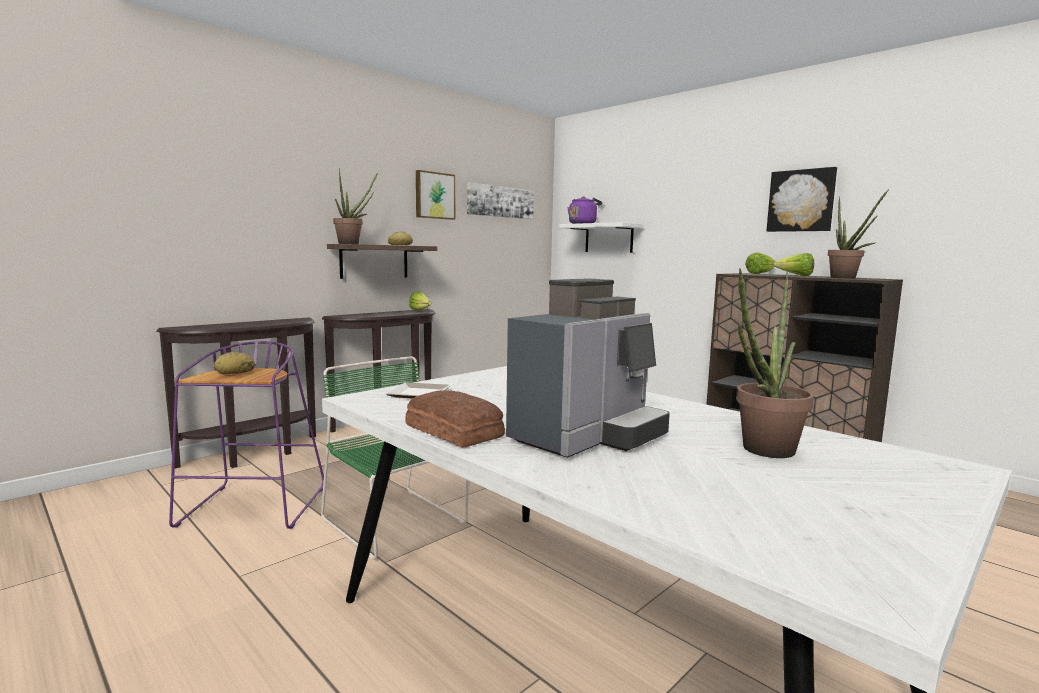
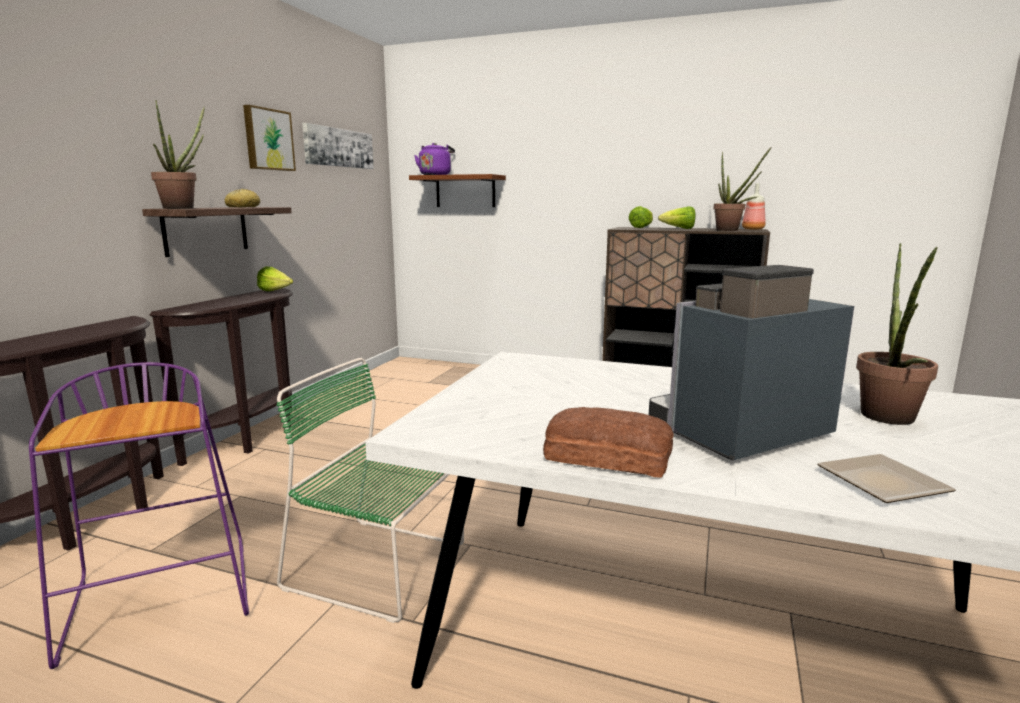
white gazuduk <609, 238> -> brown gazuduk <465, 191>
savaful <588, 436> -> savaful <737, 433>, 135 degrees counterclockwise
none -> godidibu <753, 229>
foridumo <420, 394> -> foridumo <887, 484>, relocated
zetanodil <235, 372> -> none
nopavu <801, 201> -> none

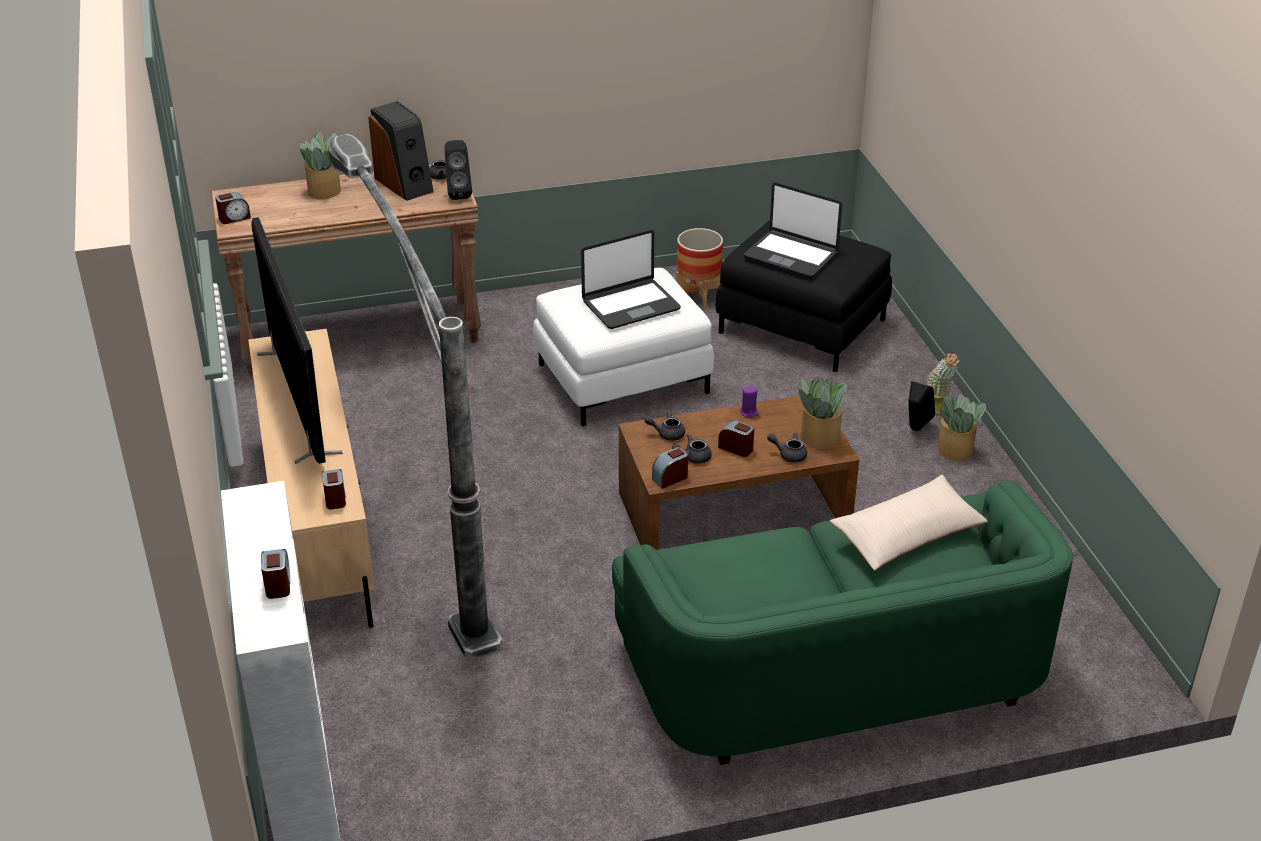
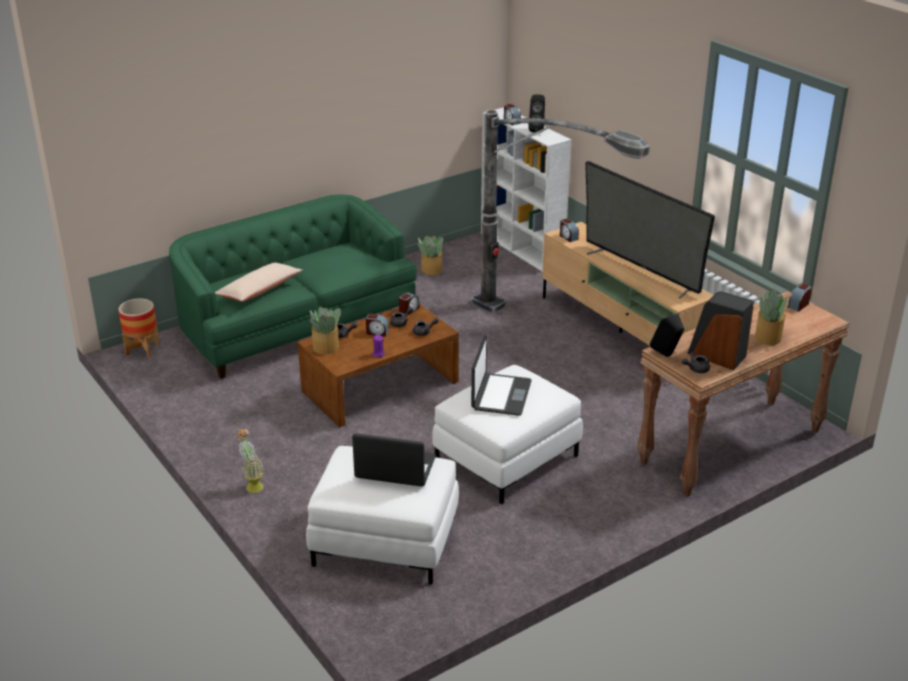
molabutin <698, 296> -> molabutin <143, 349>, relocated
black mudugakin <802, 326> -> white mudugakin <385, 541>
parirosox <955, 450> -> parirosox <431, 270>, relocated
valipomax <630, 305> -> valipomax <500, 395>, 150 degrees clockwise
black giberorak <915, 429> -> black giberorak <536, 130>, relocated

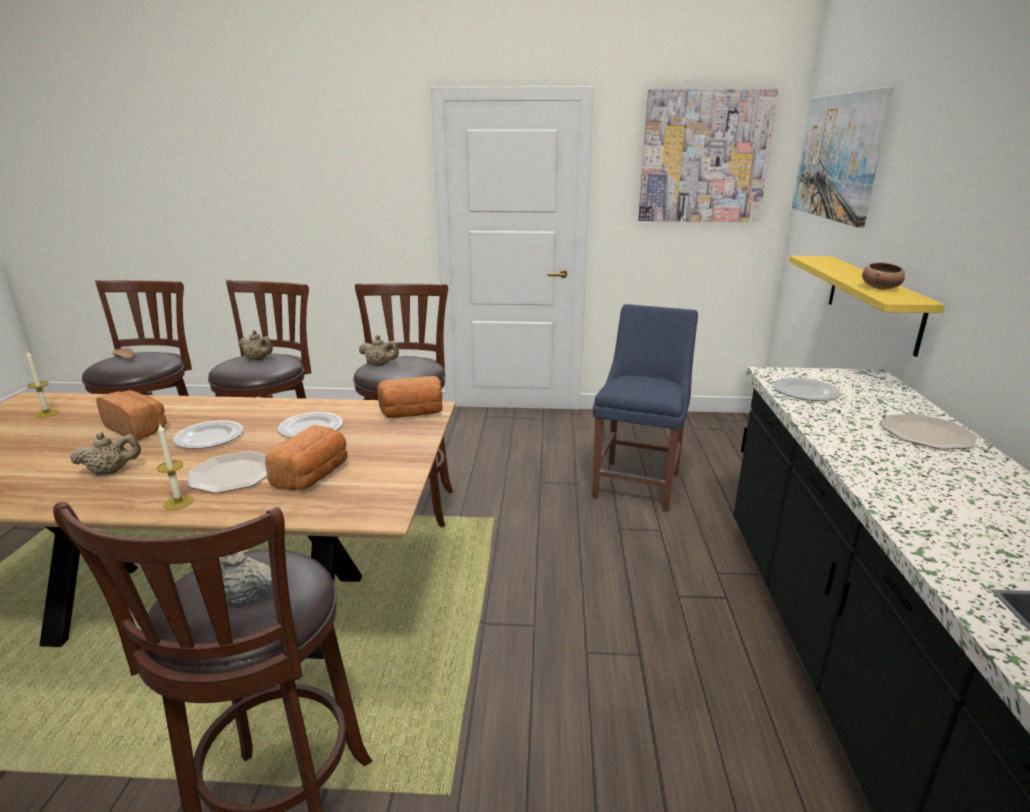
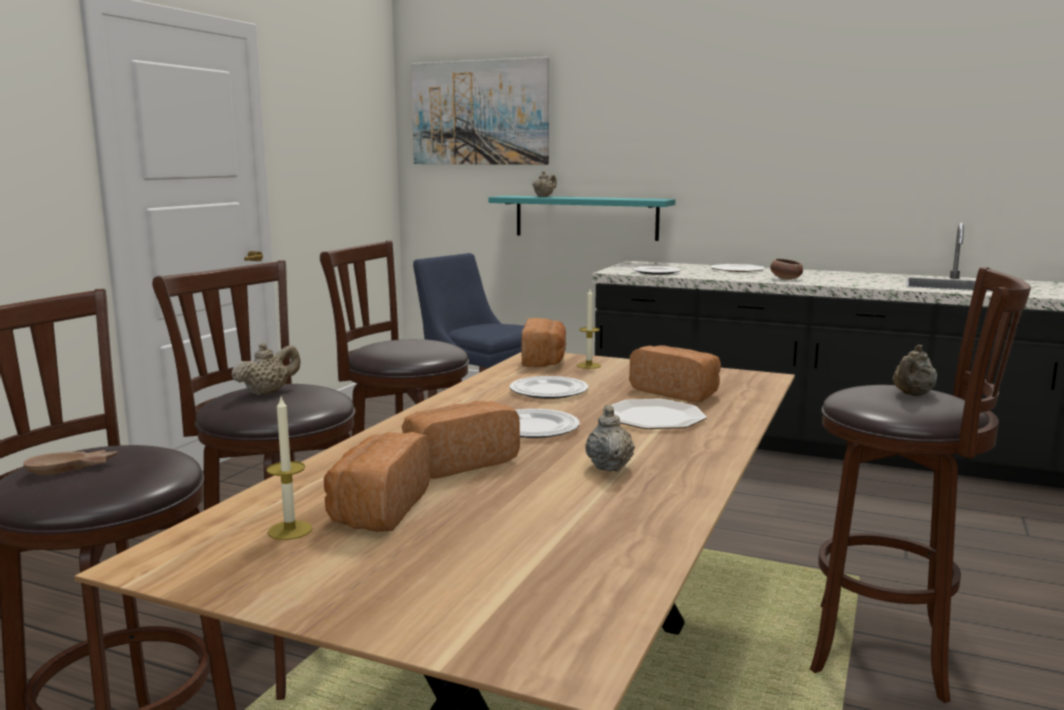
none -> zetanodil <378, 509>
yellow gazuduk <873, 301> -> turquoise gazuduk <586, 217>
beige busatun <380, 365> -> beige busatun <544, 196>, relocated
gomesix <178, 502> -> gomesix <588, 365>, relocated
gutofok <880, 288> -> gutofok <785, 279>, relocated
nopavu <704, 157> -> none

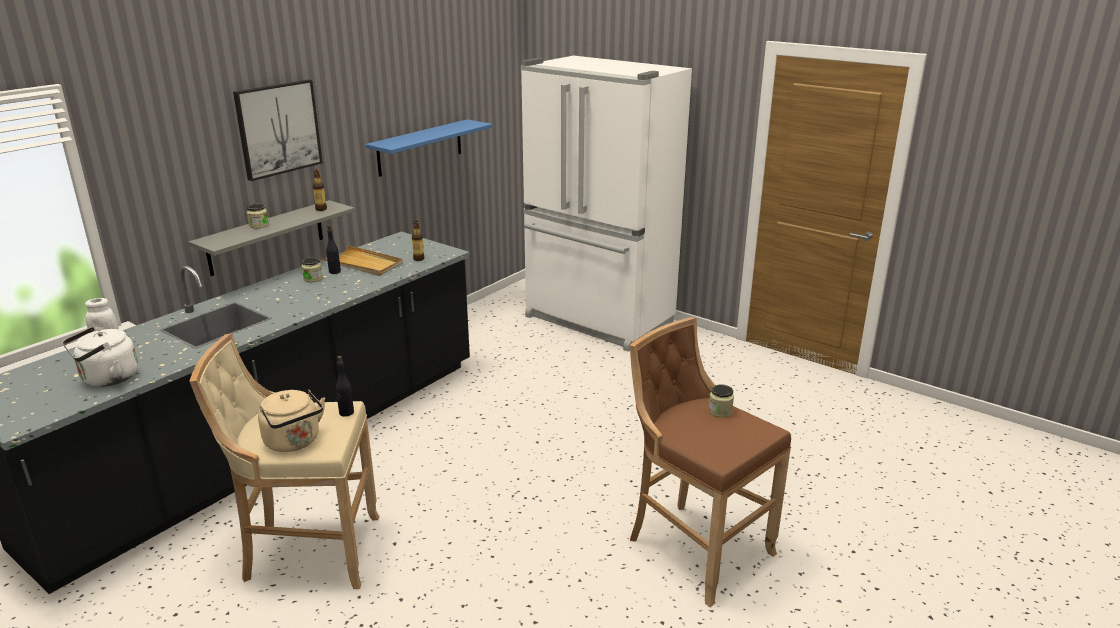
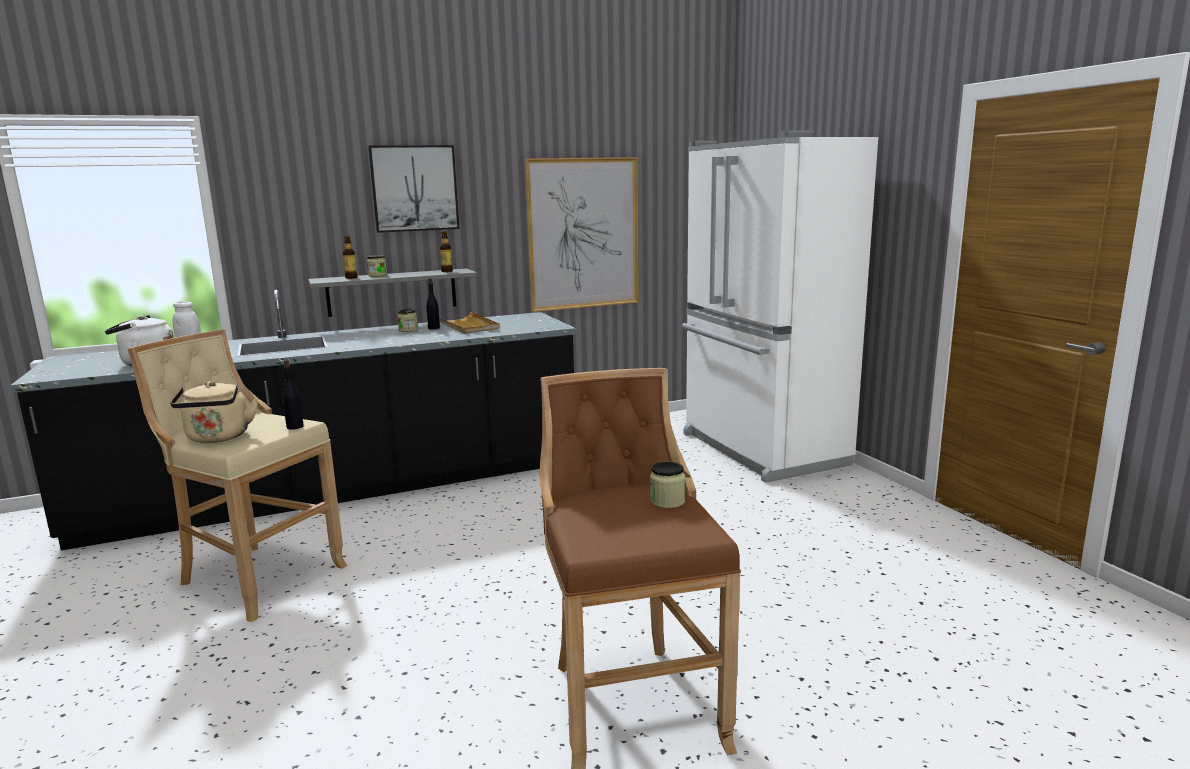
godidibu <418, 259> -> godidibu <351, 278>, relocated
blue gazuduk <420, 147> -> nopavu <583, 234>

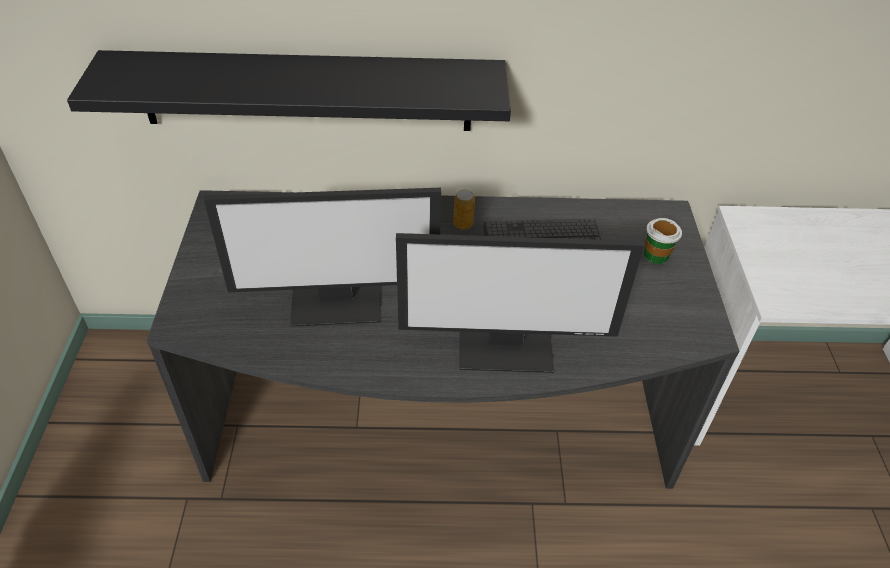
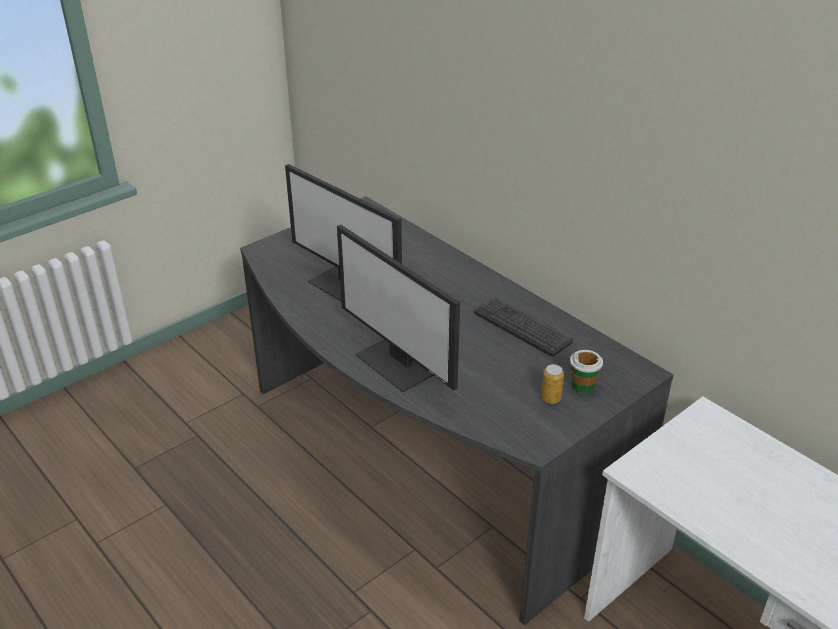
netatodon <463, 224> -> netatodon <550, 399>, relocated
black gazuduk <307, 91> -> none

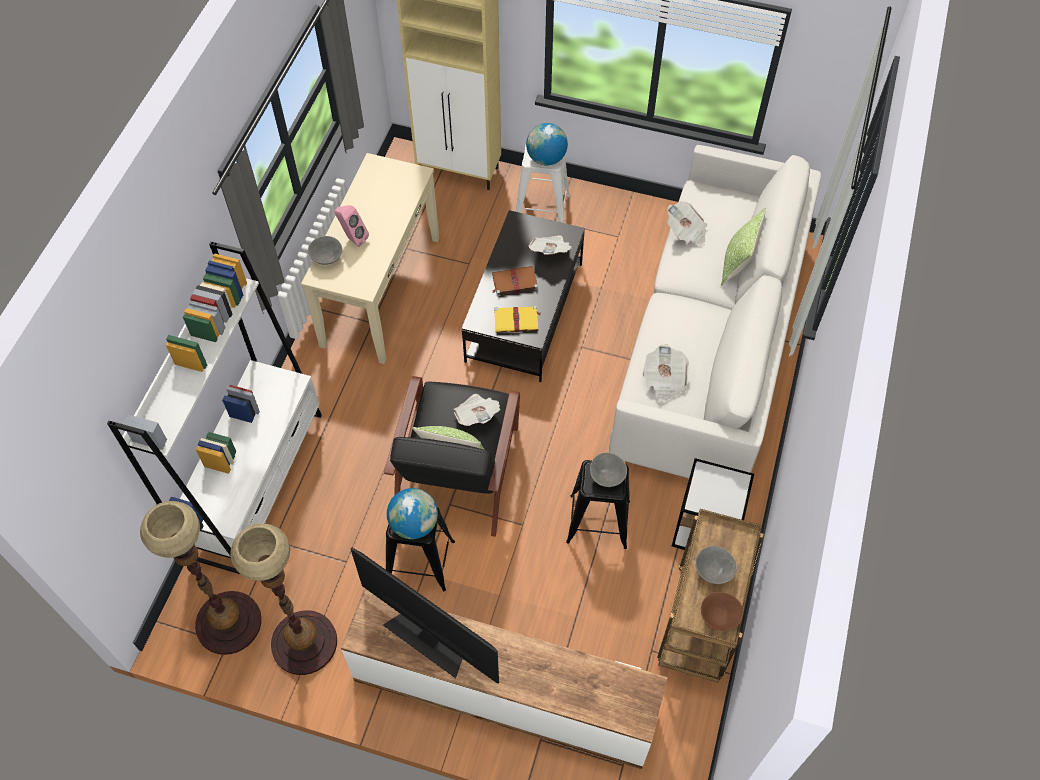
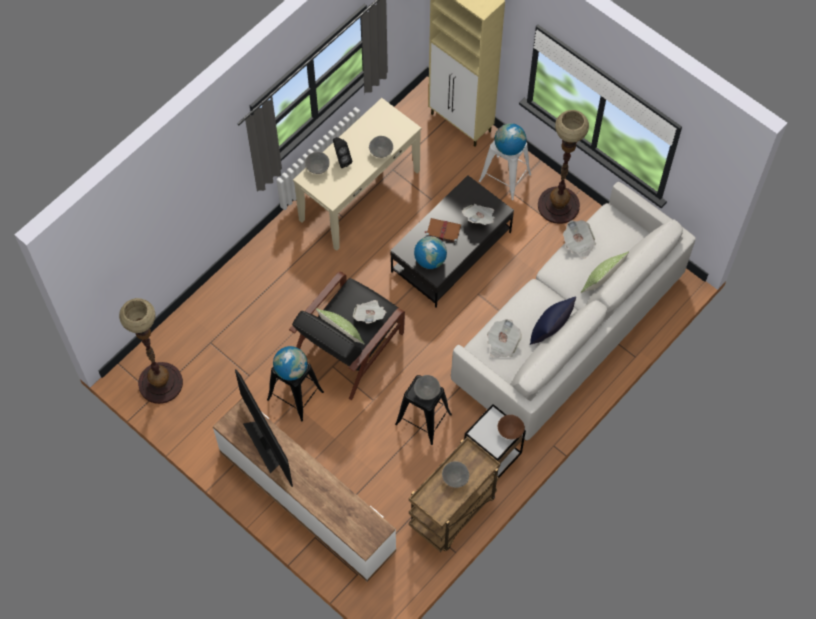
pink giberorak <353, 238> -> black giberorak <341, 160>
none -> grey gutofok <381, 151>
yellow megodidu <517, 321> -> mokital <430, 260>
brown gutofok <719, 617> -> brown gutofok <510, 431>, relocated
none -> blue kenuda <550, 331>
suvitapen <304, 642> -> suvitapen <558, 205>, relocated
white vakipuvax <259, 484> -> none

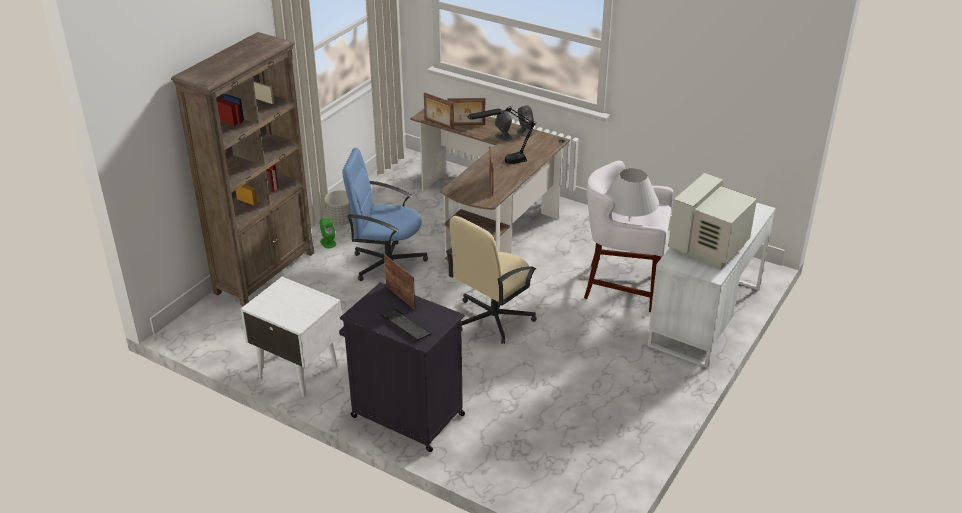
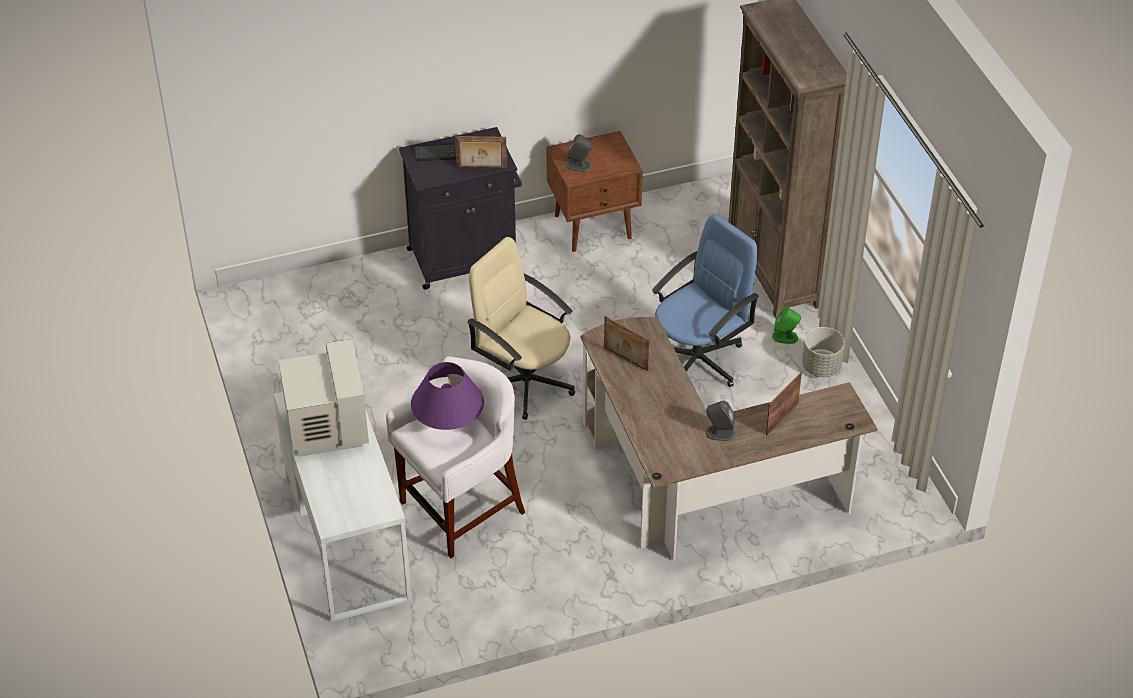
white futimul <628, 220> -> purple futimul <449, 423>
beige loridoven <492, 318> -> beige loridoven <525, 382>, 45 degrees counterclockwise
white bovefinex <298, 370> -> brown bovefinex <594, 226>
grey giberorak <524, 132> -> grey giberorak <579, 165>, relocated
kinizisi <438, 124> -> none
black futimul <502, 162> -> none

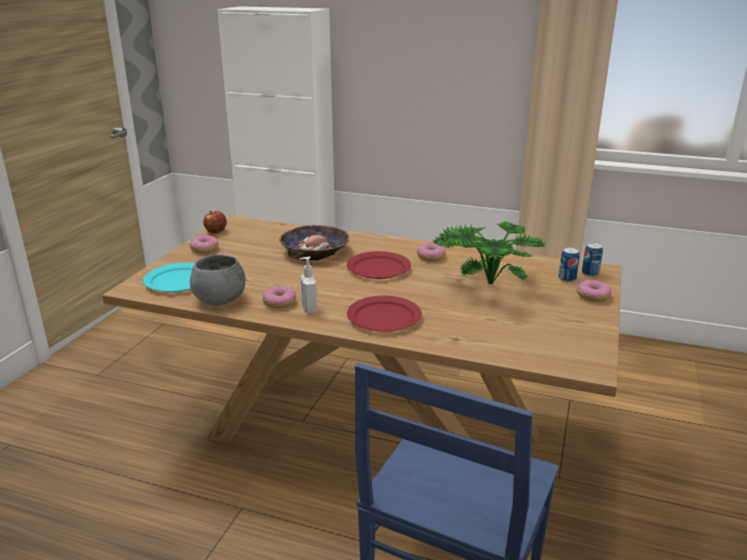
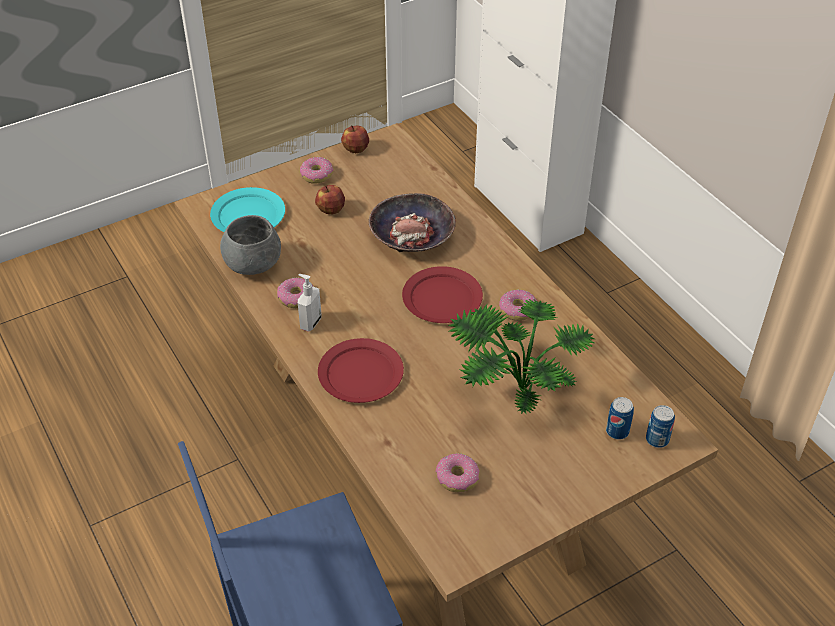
none -> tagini <331, 210>
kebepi <592, 296> -> kebepi <457, 478>, relocated

